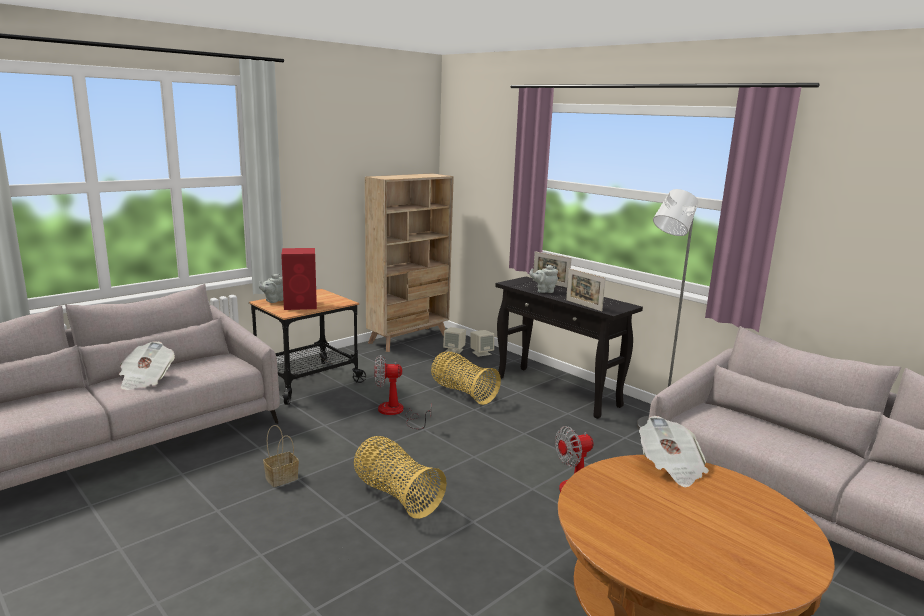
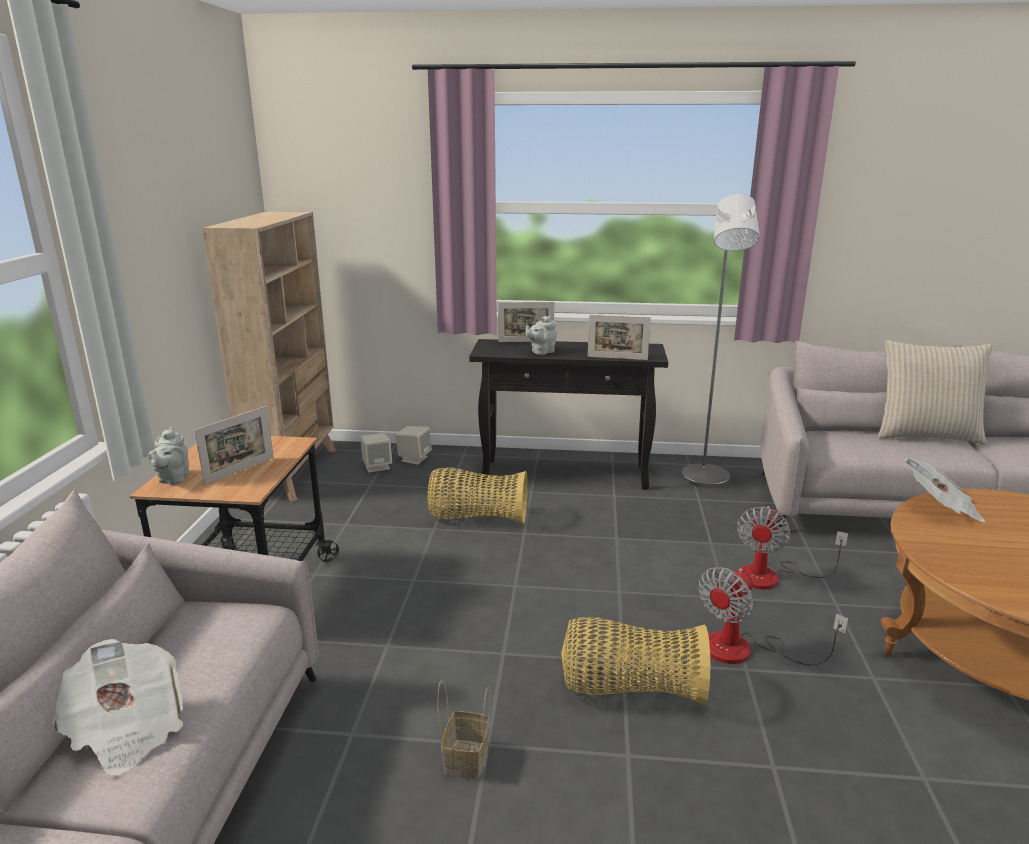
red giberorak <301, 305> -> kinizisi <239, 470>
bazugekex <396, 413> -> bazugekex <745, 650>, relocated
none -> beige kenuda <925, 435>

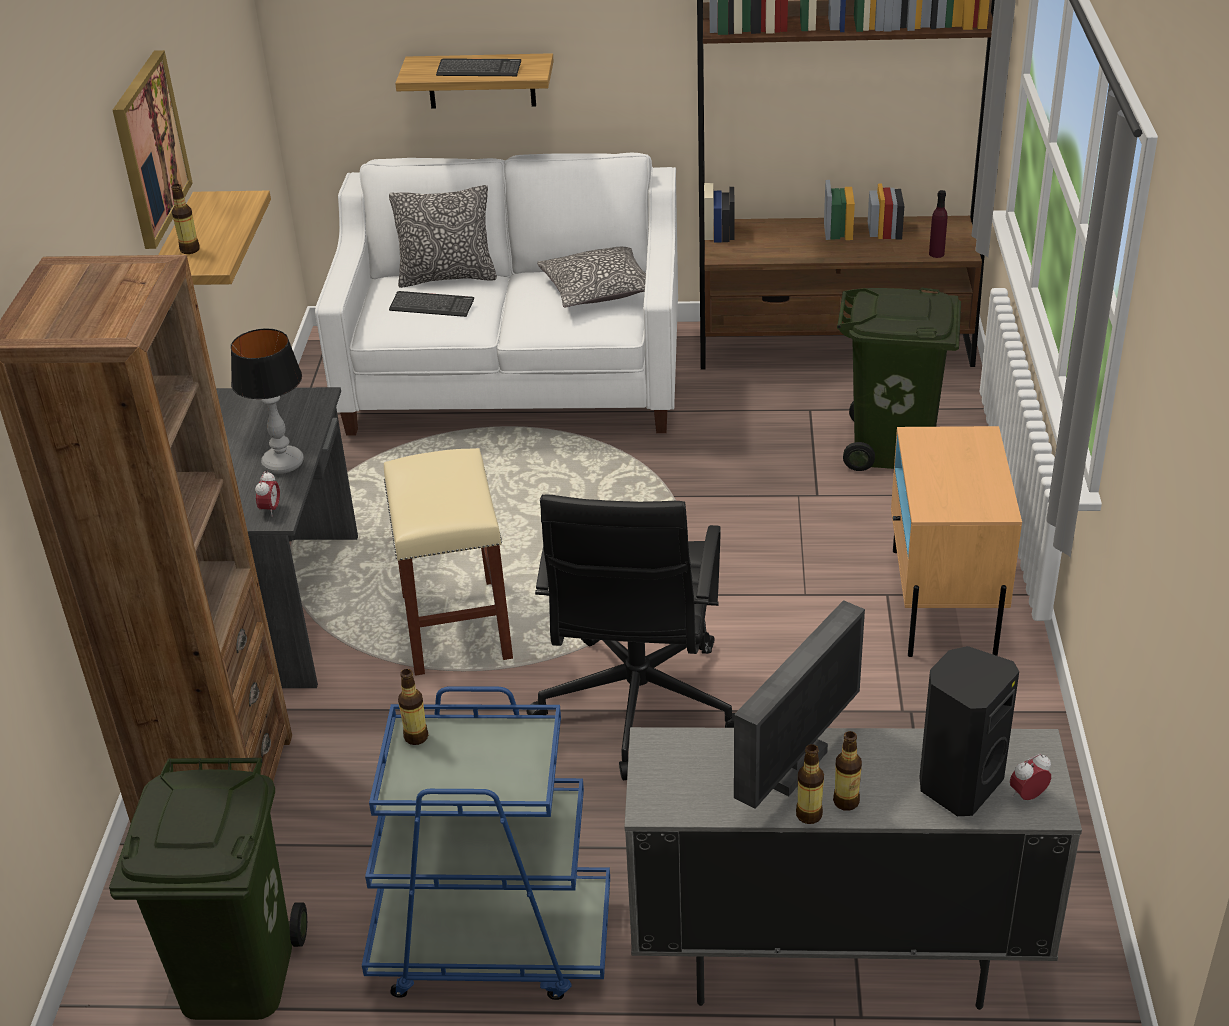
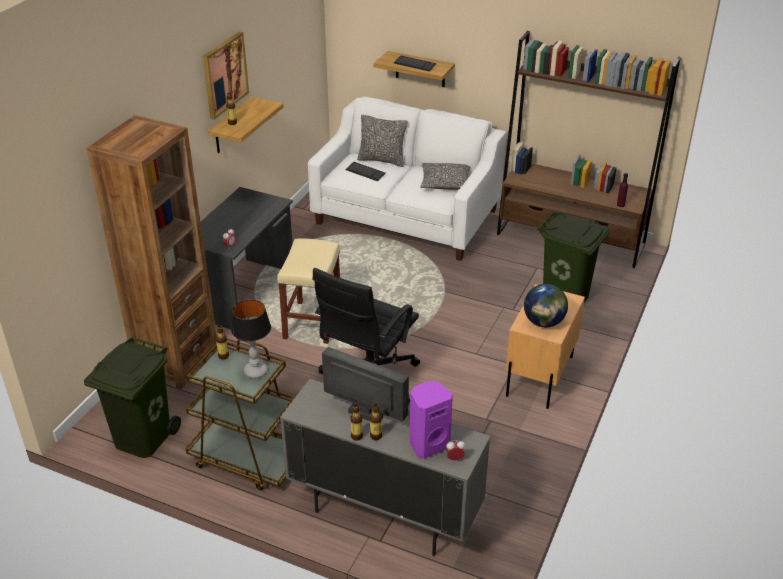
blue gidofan <491, 943> -> brown gidofan <247, 459>
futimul <284, 464> -> futimul <256, 372>, relocated
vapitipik <795, 767> -> vapitipik <365, 416>, 120 degrees counterclockwise
black giberorak <958, 784> -> purple giberorak <428, 444>
none -> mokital <543, 322>

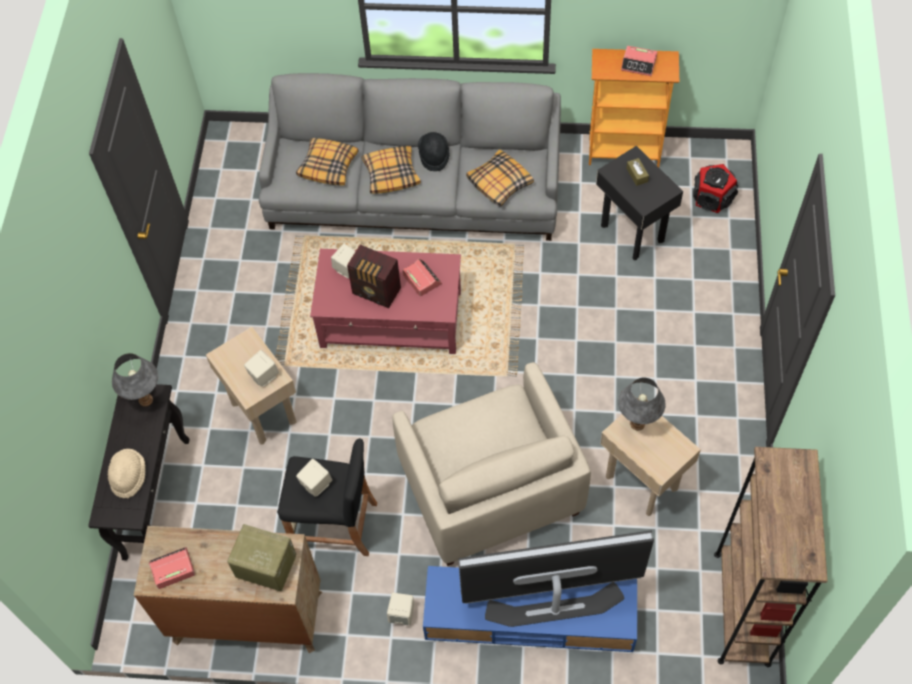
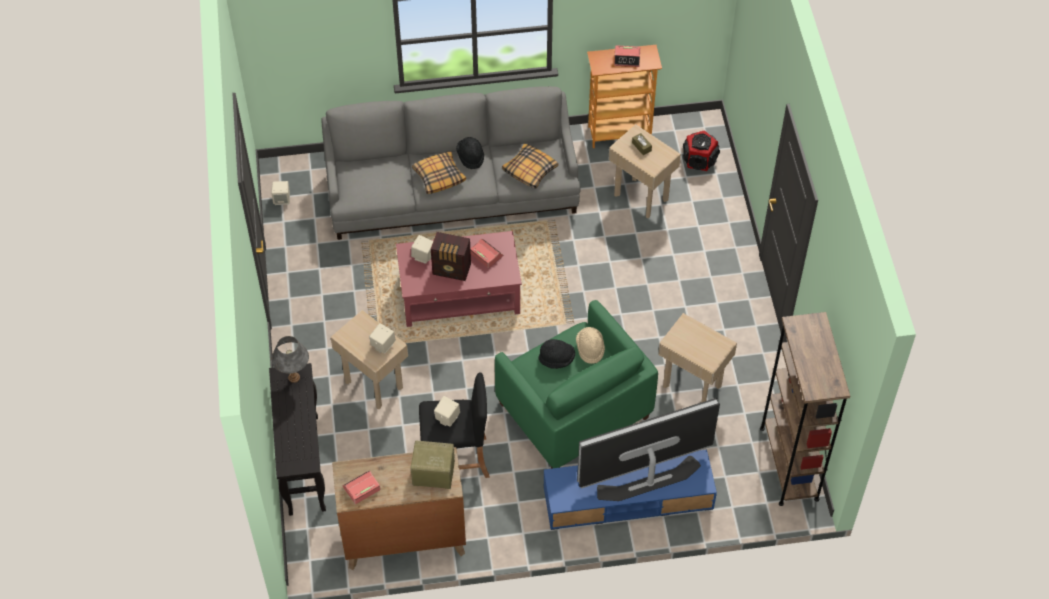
beige giberorak <402, 614> -> beige giberorak <282, 199>, relocated
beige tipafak <489, 487> -> green tipafak <573, 410>
none -> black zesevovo <557, 359>
beige zesevovo <128, 477> -> beige zesevovo <590, 349>, relocated
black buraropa <632, 233> -> beige buraropa <641, 197>
kenuda <328, 166> -> none
grey futimul <637, 424> -> none

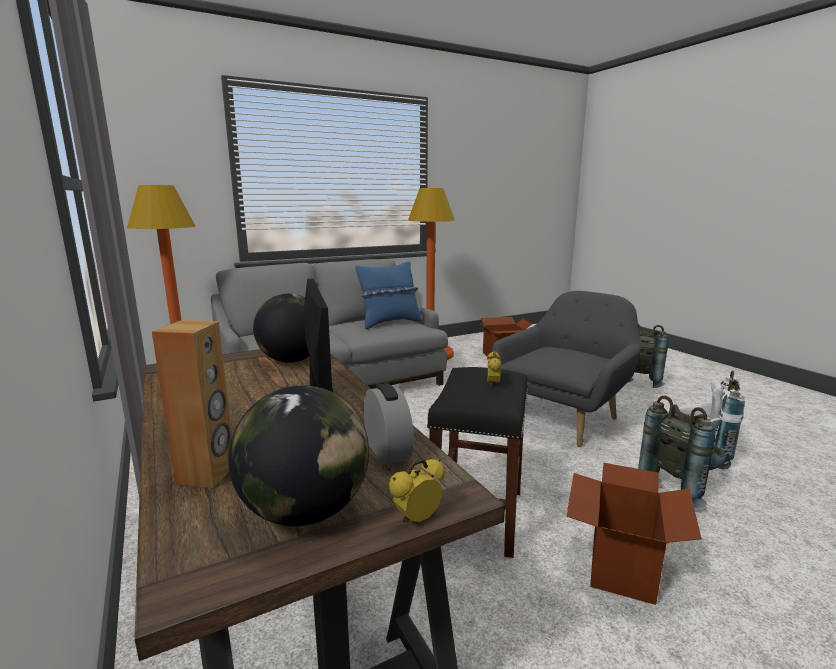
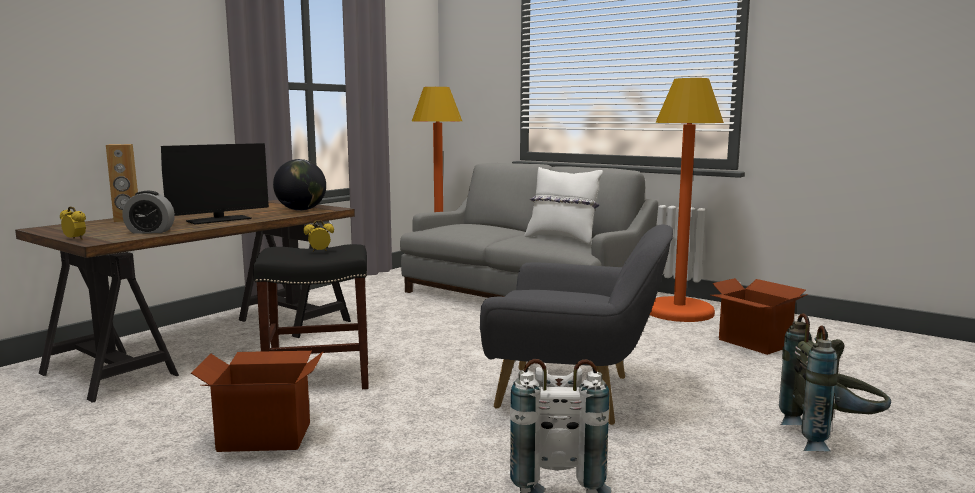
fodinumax <387, 451> -> fodinumax <150, 232>, 45 degrees clockwise
blue kenuda <390, 323> -> white kenuda <562, 239>
mokital <305, 511> -> none
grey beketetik <680, 487> -> none

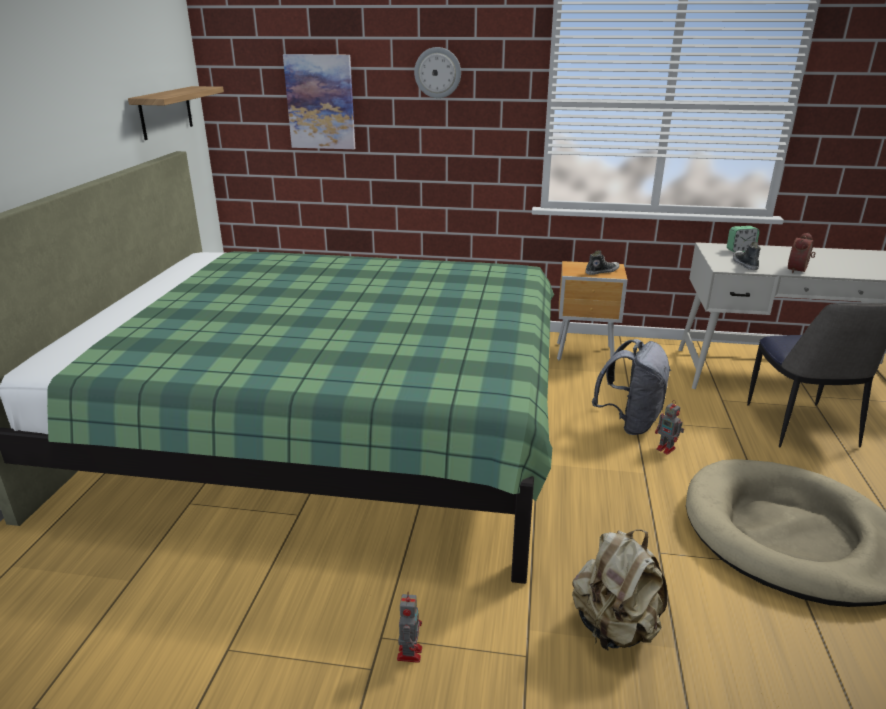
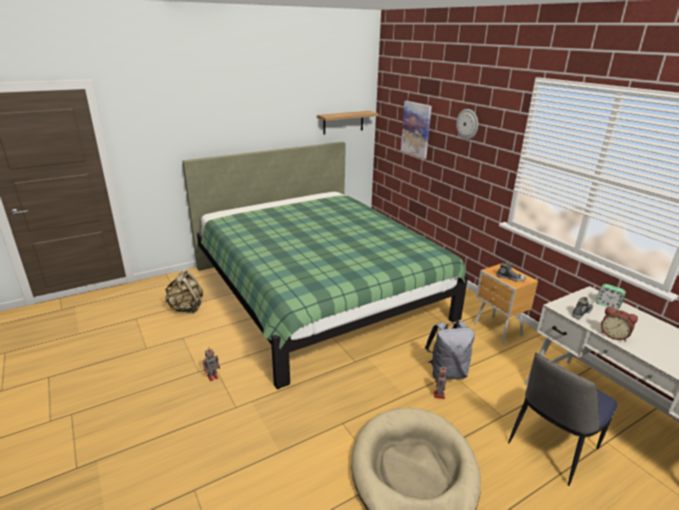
beige beketetik <615, 628> -> beige beketetik <186, 308>, relocated
fodinumax <799, 270> -> fodinumax <614, 335>, 135 degrees counterclockwise

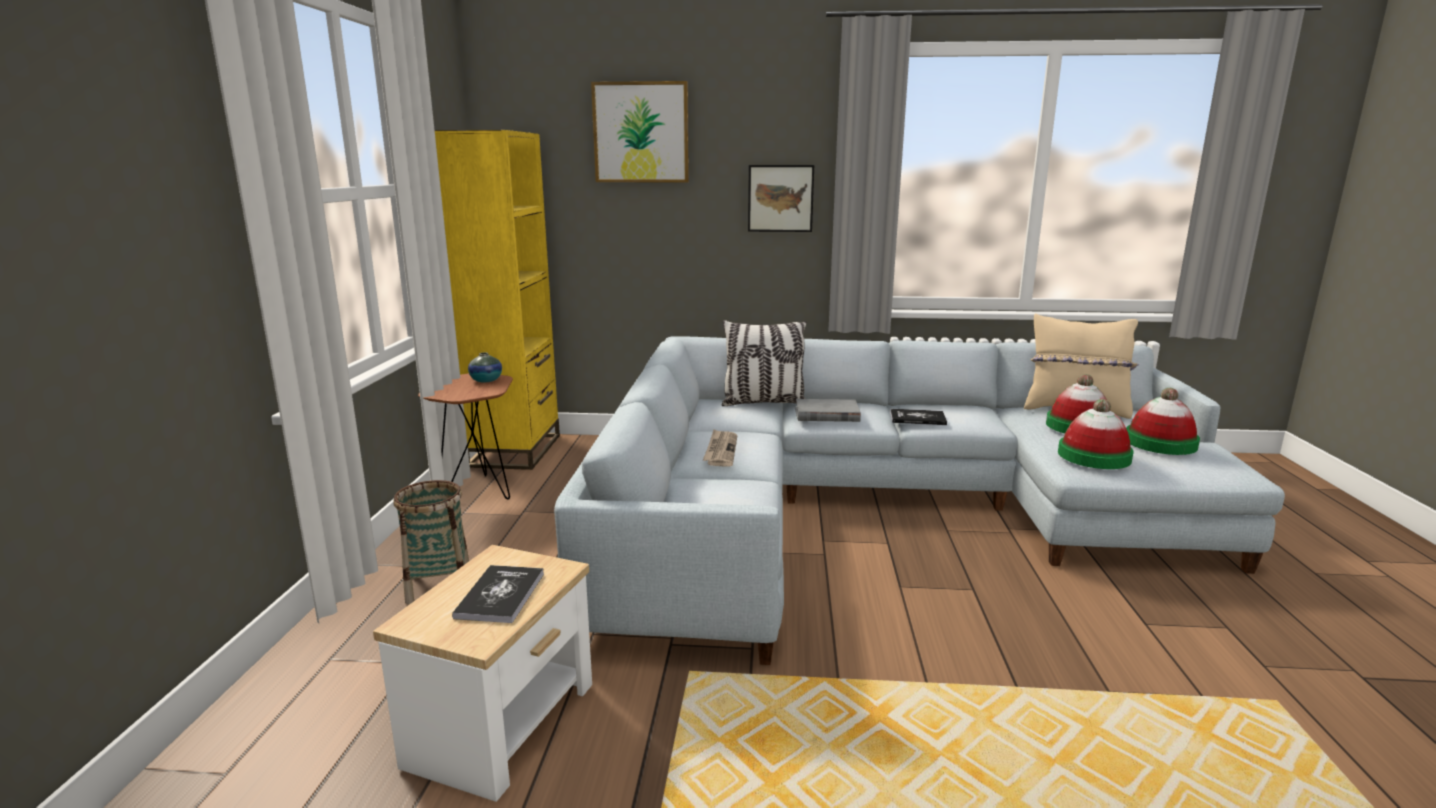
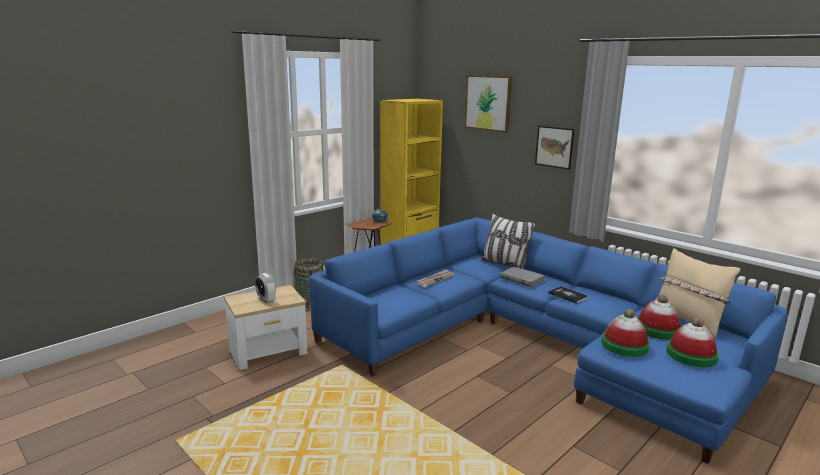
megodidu <500, 595> -> fodinumax <266, 300>
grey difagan <877, 509> -> blue difagan <531, 342>

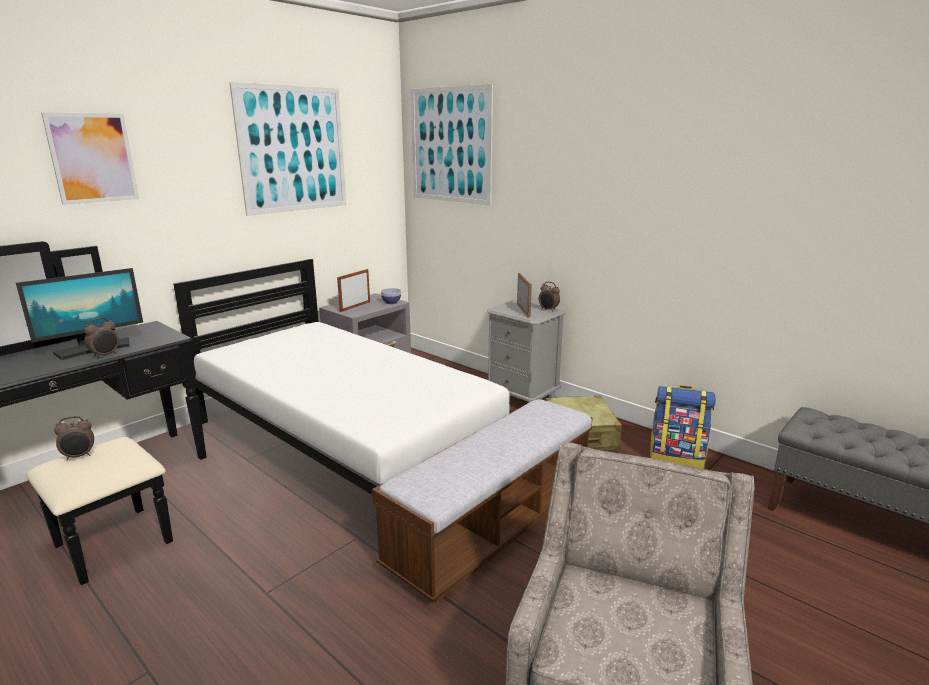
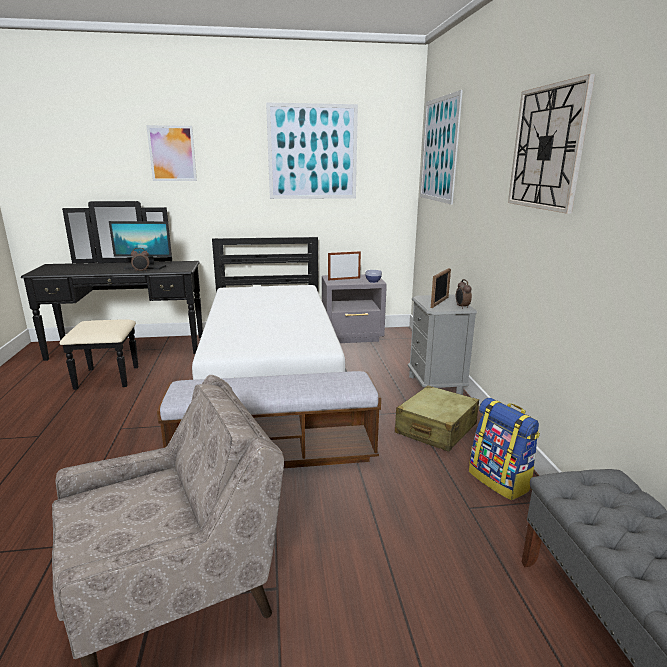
none -> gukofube <547, 148>
fodinumax <79, 456> -> none

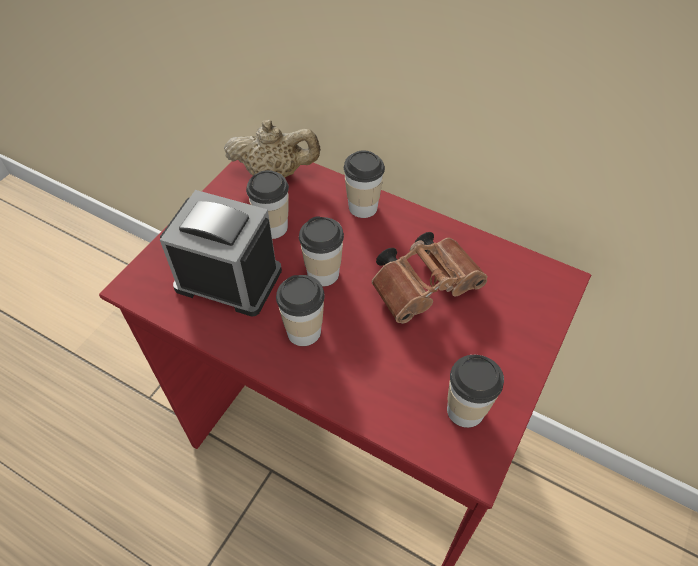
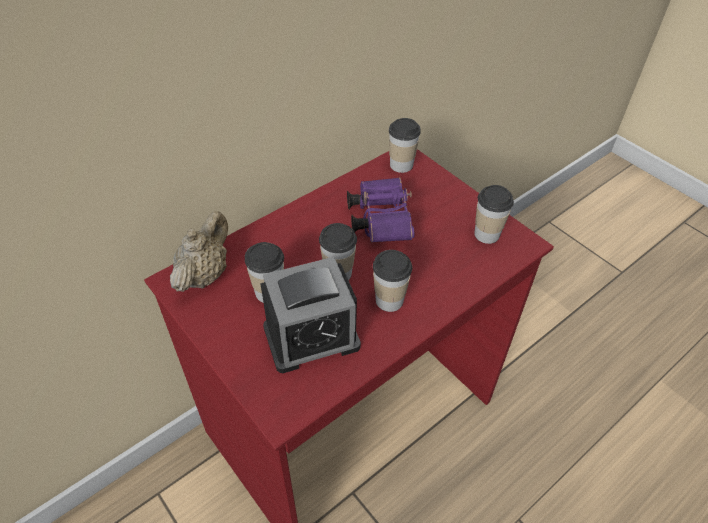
fodinumax <228, 279> -> fodinumax <311, 337>, 150 degrees counterclockwise
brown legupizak <426, 286> -> purple legupizak <380, 219>
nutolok <363, 207> -> nutolok <401, 165>, relocated

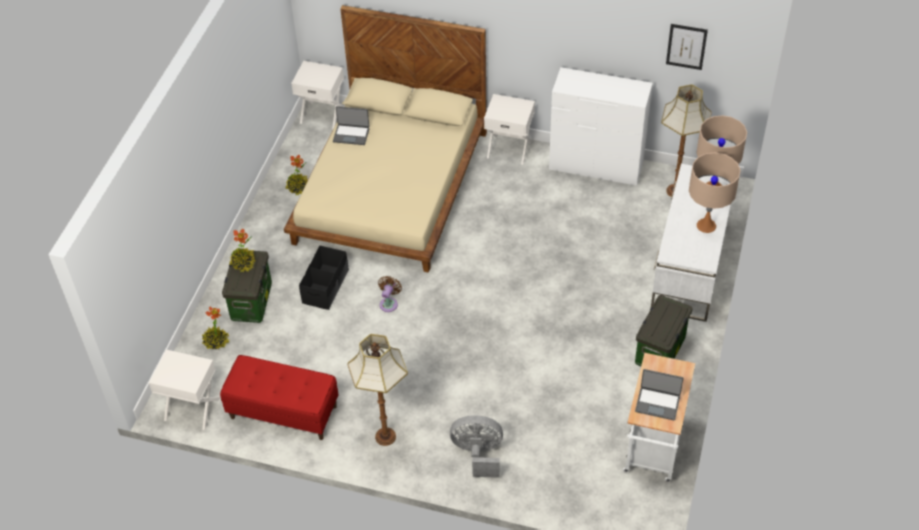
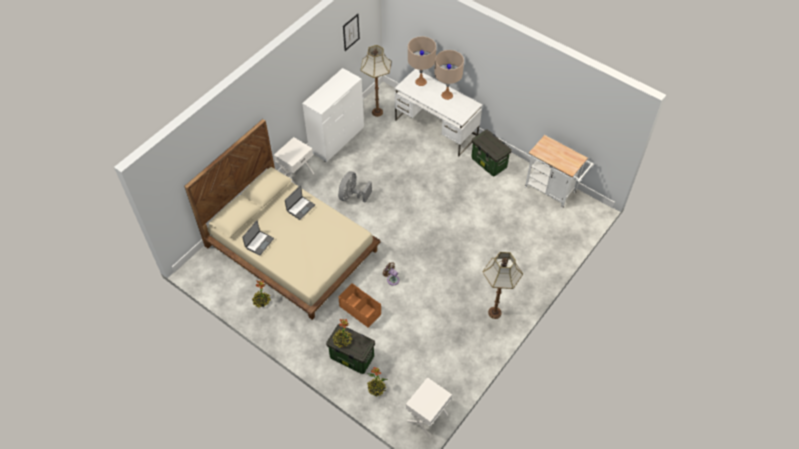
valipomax <657, 403> -> valipomax <300, 208>, relocated
grey bazugekex <478, 454> -> grey bazugekex <352, 196>, relocated
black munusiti <326, 286> -> orange munusiti <360, 310>
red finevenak <283, 412> -> none
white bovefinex <322, 114> -> none

